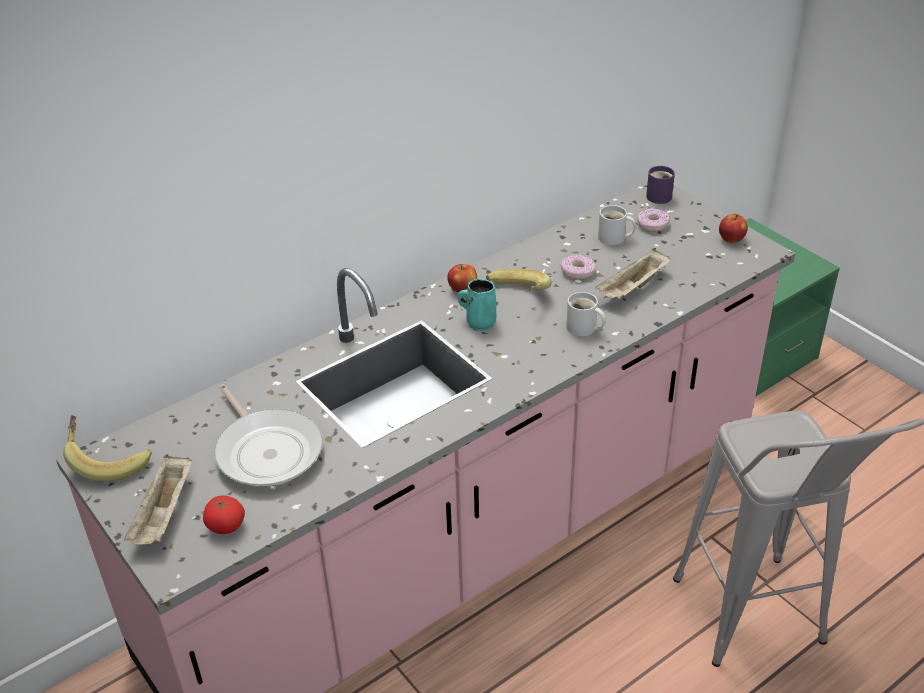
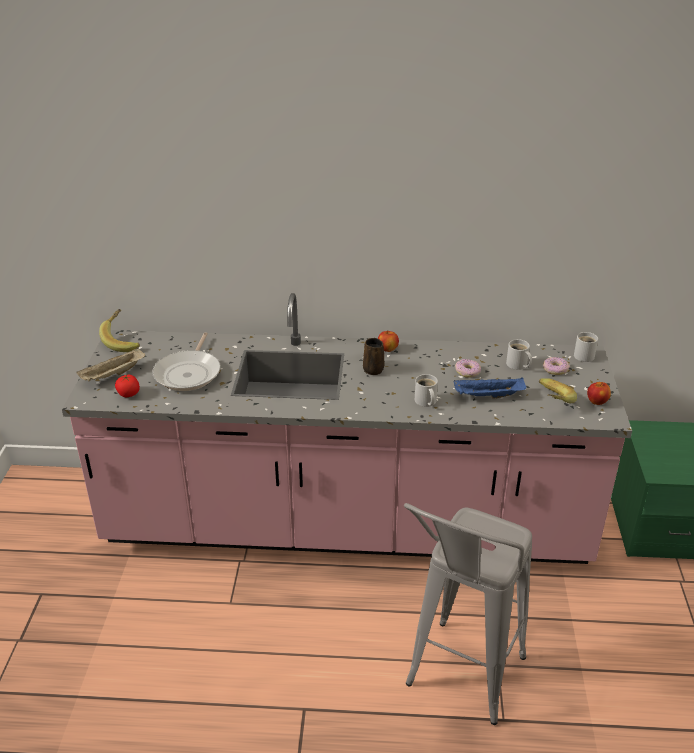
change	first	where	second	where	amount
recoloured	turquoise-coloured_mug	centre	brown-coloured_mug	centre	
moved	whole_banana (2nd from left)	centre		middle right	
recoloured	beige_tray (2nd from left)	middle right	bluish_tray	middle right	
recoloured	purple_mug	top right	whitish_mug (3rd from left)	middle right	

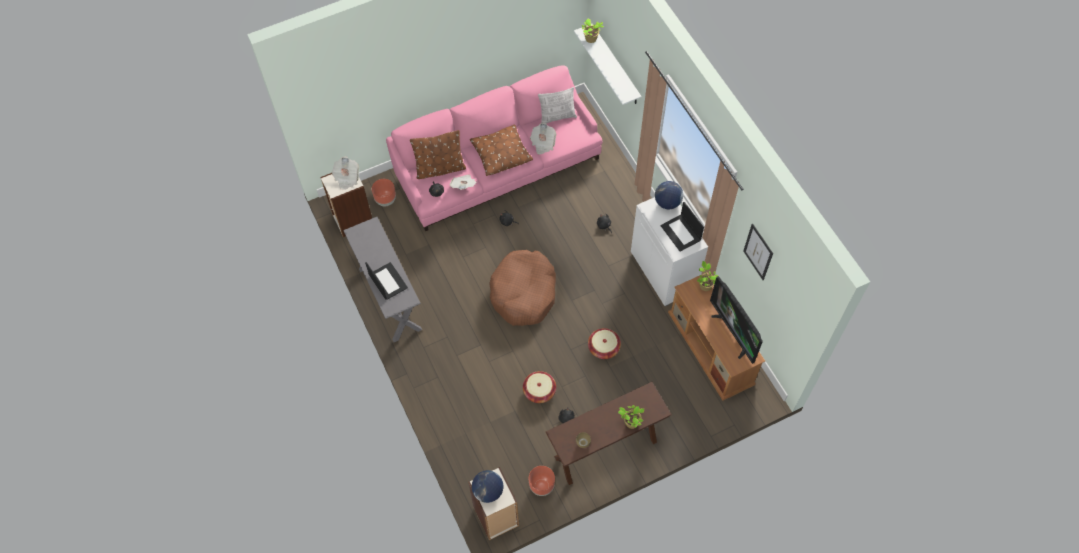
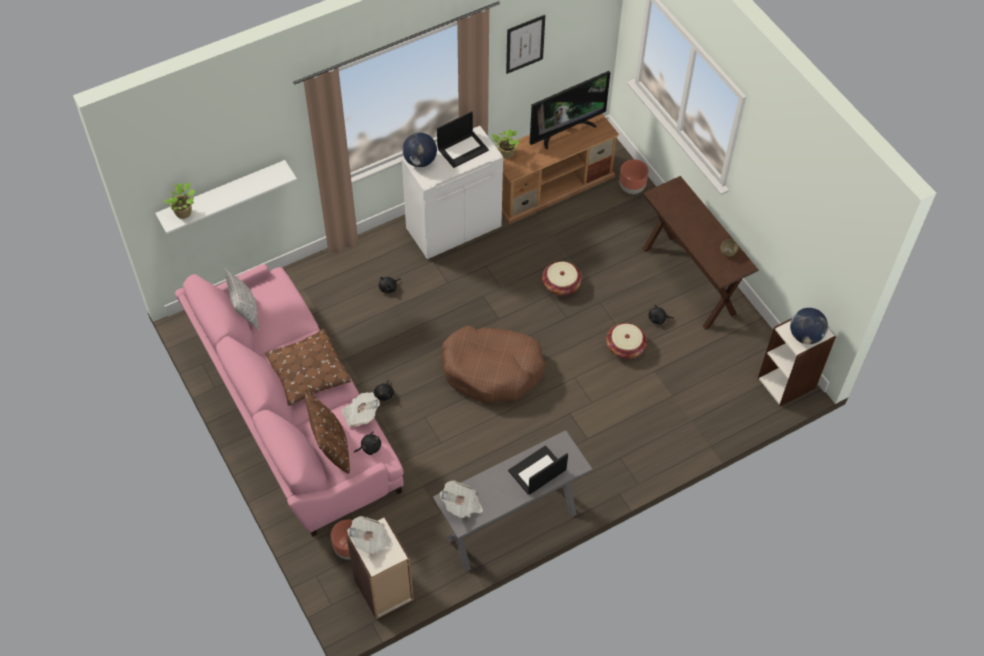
change	first	where	second	where	amount
moved	brown-coloured_plant_pot (2nd from left)	bottom centre		top centre	
moved	printed_paper (3rd from left)	top centre		bottom centre	
removed	plant_in_a_pot (2nd from left)	bottom centre			

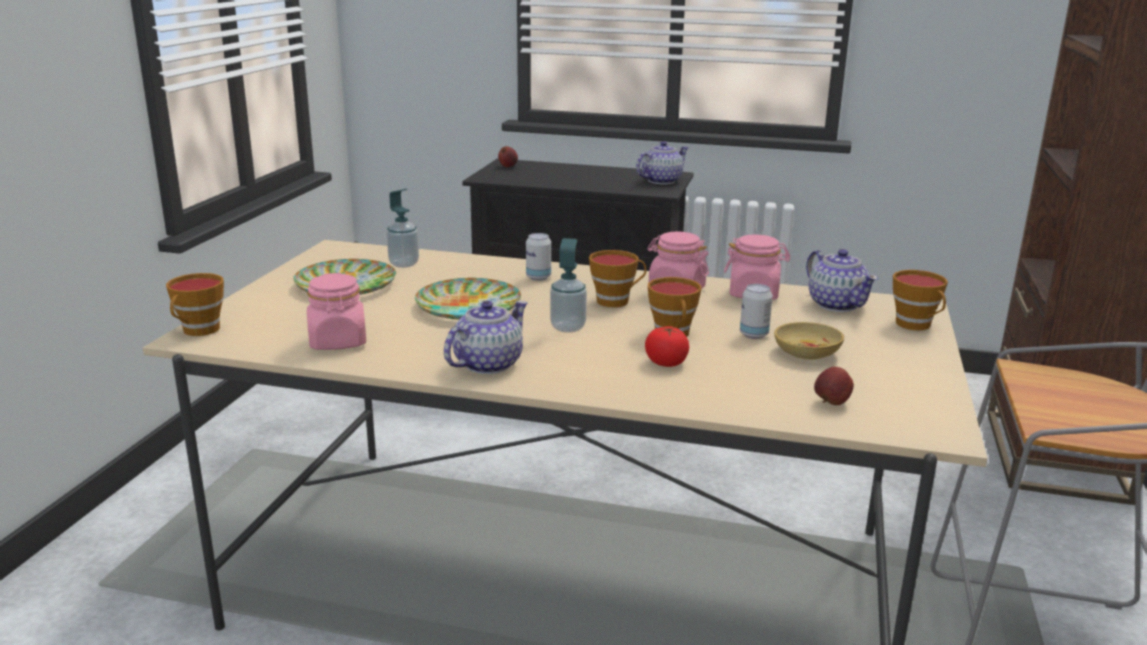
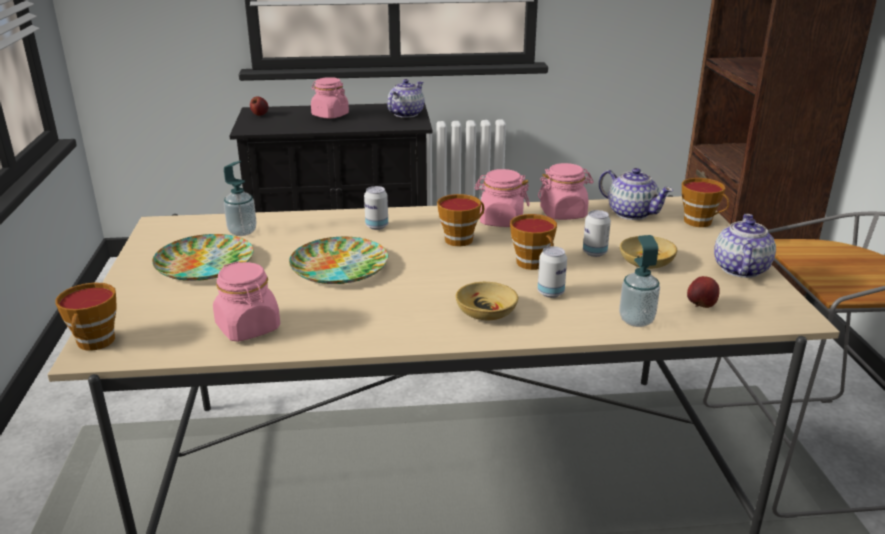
change	first	where	second	where	amount
moved	pot_for_tea (1st from left in the first image)	centre	pot_for_tea (3rd from left)	middle right	
moved	soap_dispenser (2nd from left)	centre		middle right	
replaced	tomato	centre	sealed_can (2nd from left)	centre	
added			pinkish_storage_jar (2nd from left)	top centre	
added			beige_serving_bowl (1st from left)	centre	

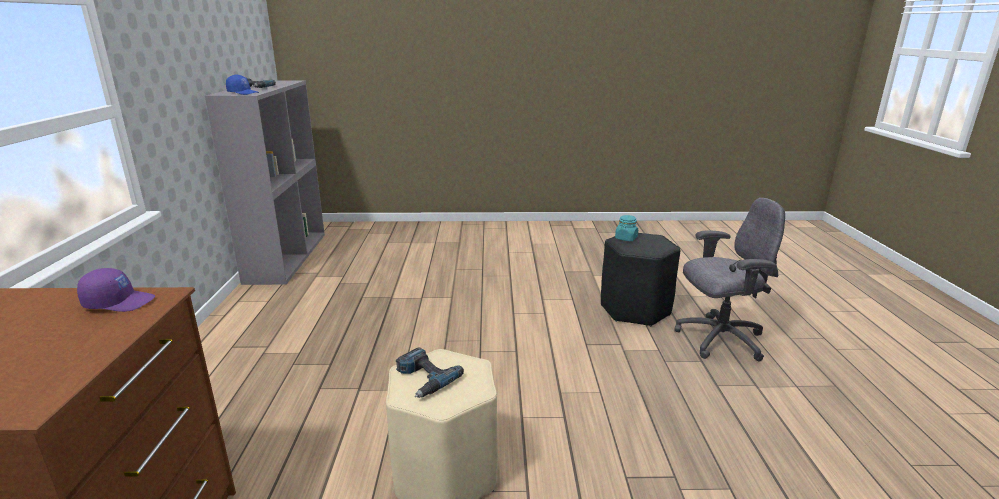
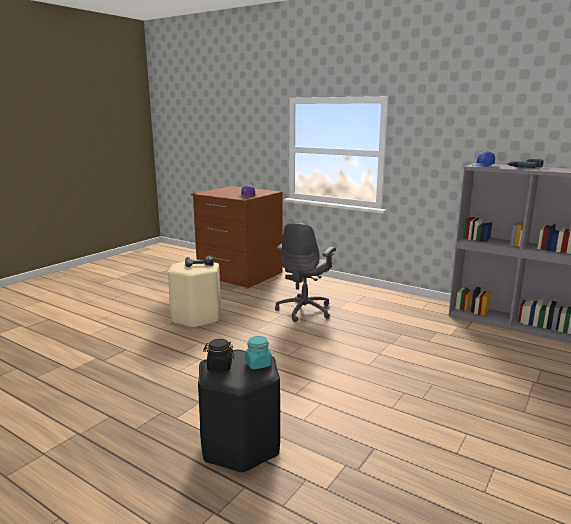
change	first	where	second	where	amount
moved	greyish_office_chair	middle right		centre	
added			black-coloured_storage_jar	bottom centre	

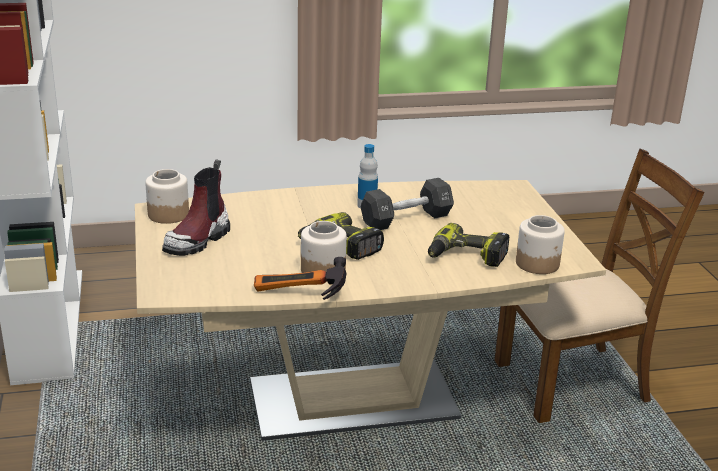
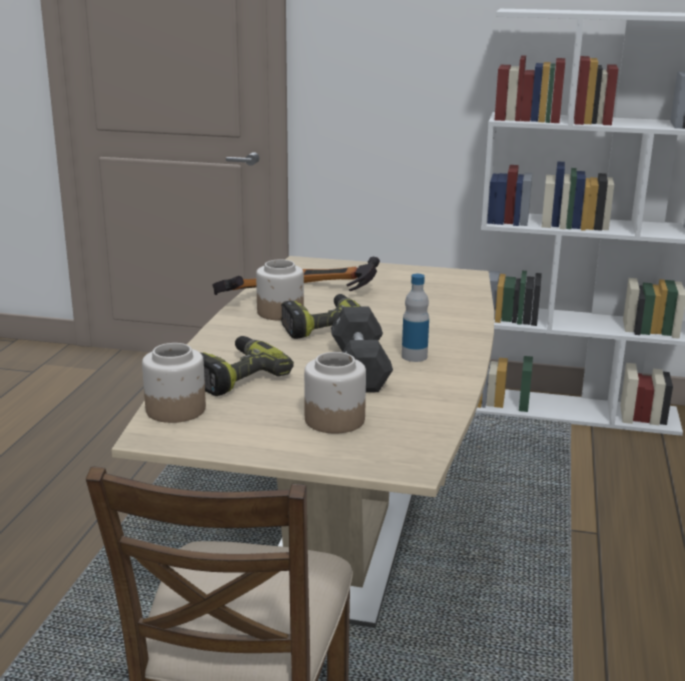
change	first	where	second	where	amount
moved	storage_jar (1st from left in the first image)	middle left	storage_jar (3rd from left)	centre	
removed	tall_boot	middle left			
added			tool_hammer (2nd from left)	centre	

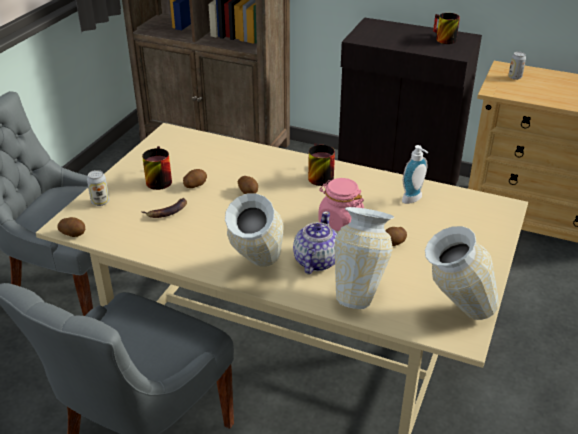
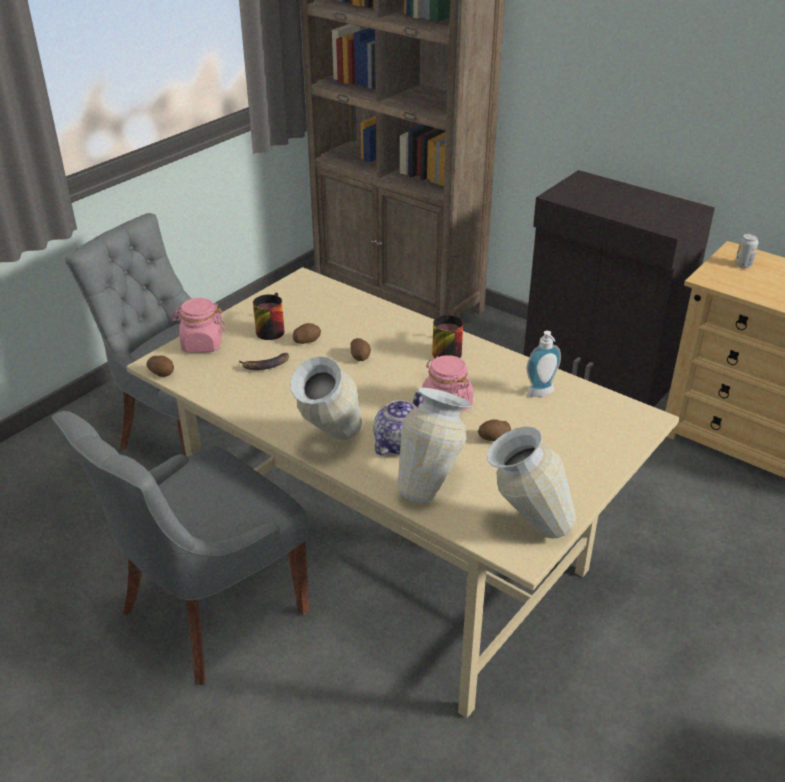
change	first	where	second	where	amount
replaced	sealed_can (1st from left)	middle left	pinkish_storage_jar (1st from left)	middle left	
removed	mug (3rd from left)	top right			

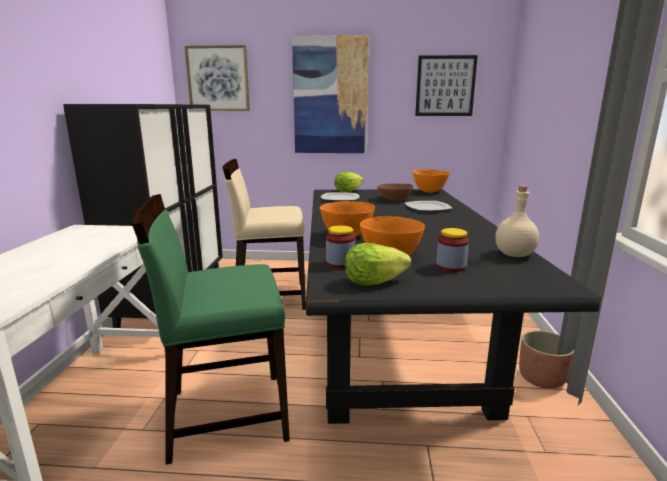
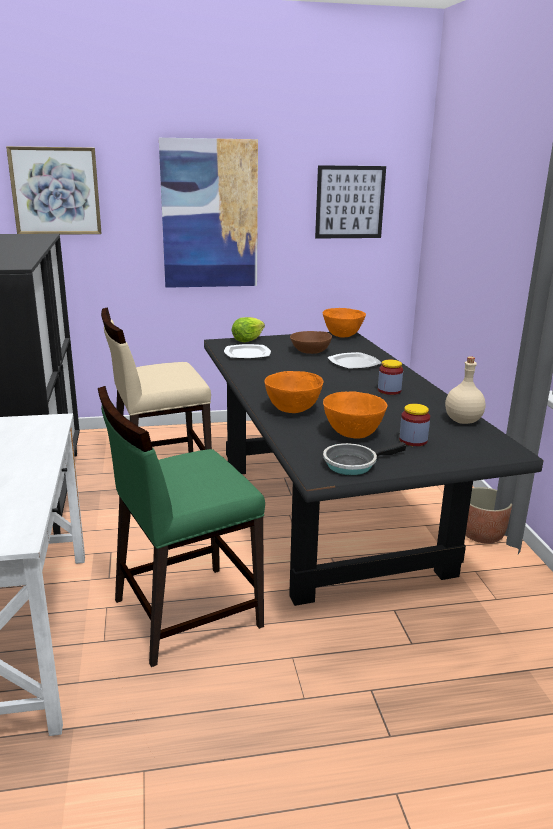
change	first	where	second	where	amount
moved	storage_jar (1st from left)	centre		middle right	
replaced	lettuce (2nd from left)	centre	pan	centre	

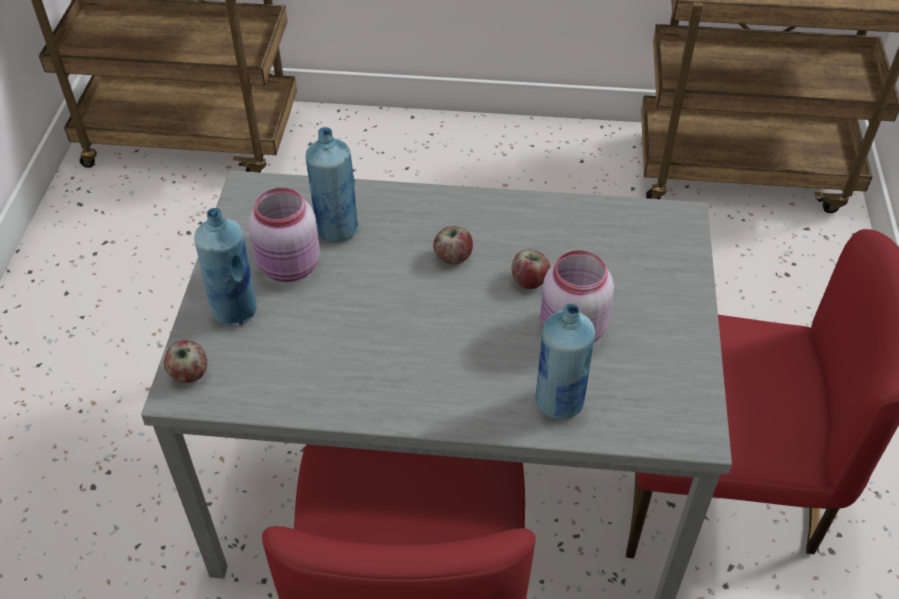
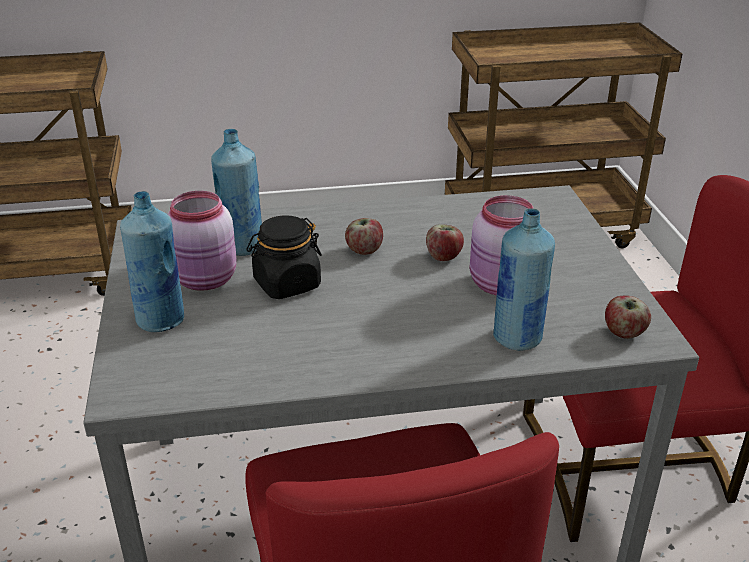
change	first	where	second	where	amount
moved	apple (1st from left in the first image)	middle left	apple (3rd from left)	middle right	
added			black-coloured_storage_jar	centre	

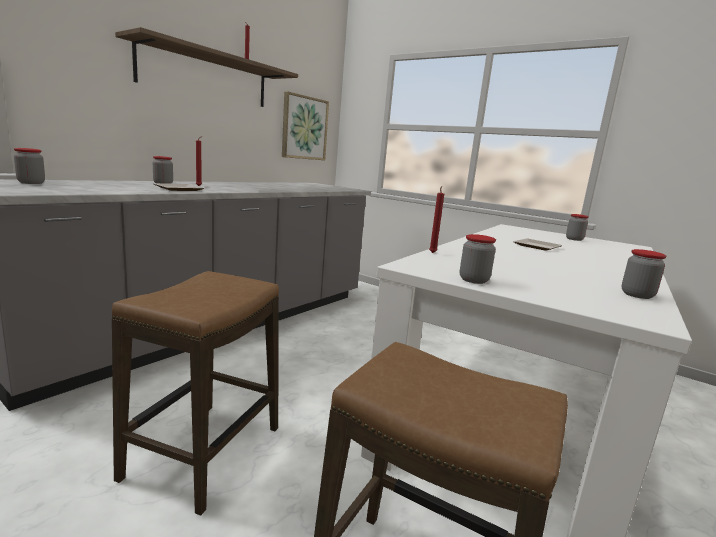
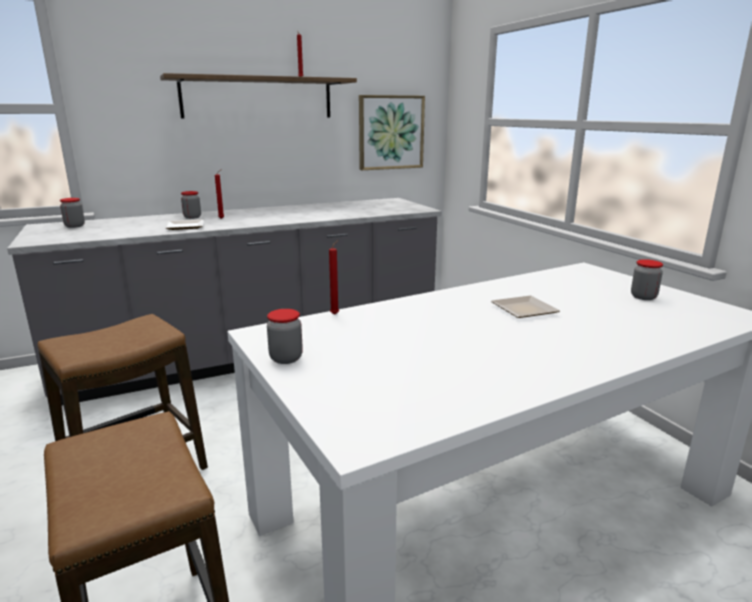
change	first	where	second	where	amount
removed	storage_jar (5th from left)	middle right			

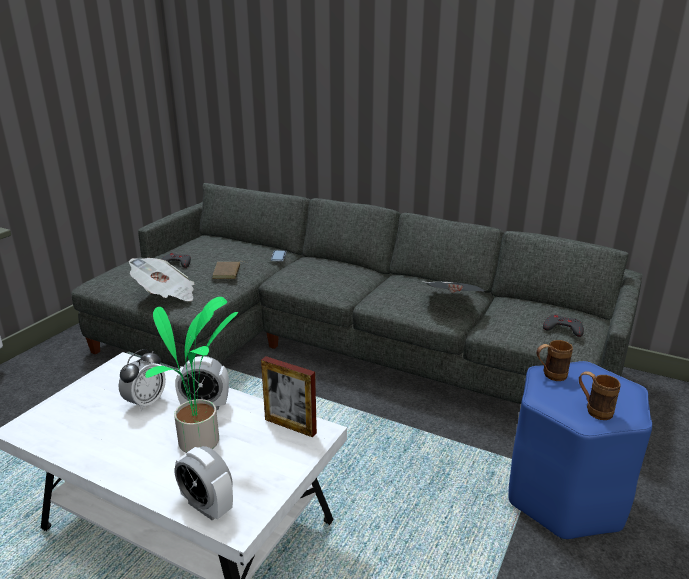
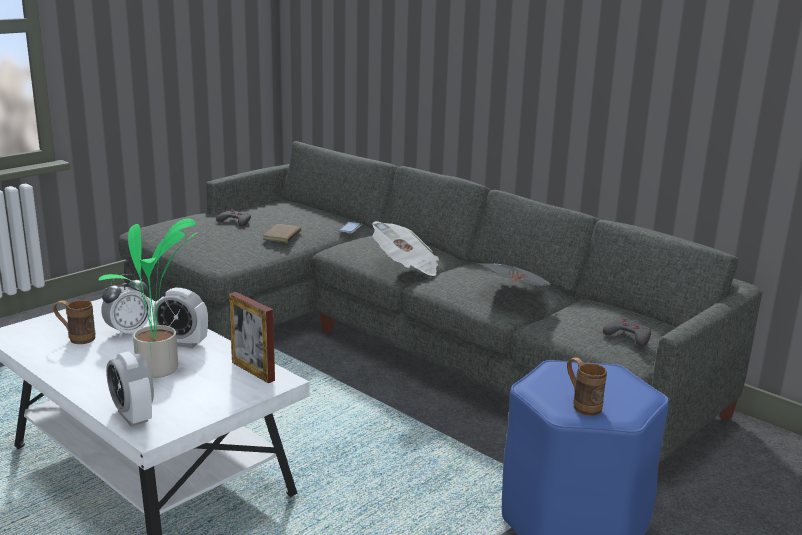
change	first	where	second	where	amount
moved	printed_paper (1st from left)	middle left		centre	
moved	brown-coloured_mug (1st from left)	middle right		middle left	

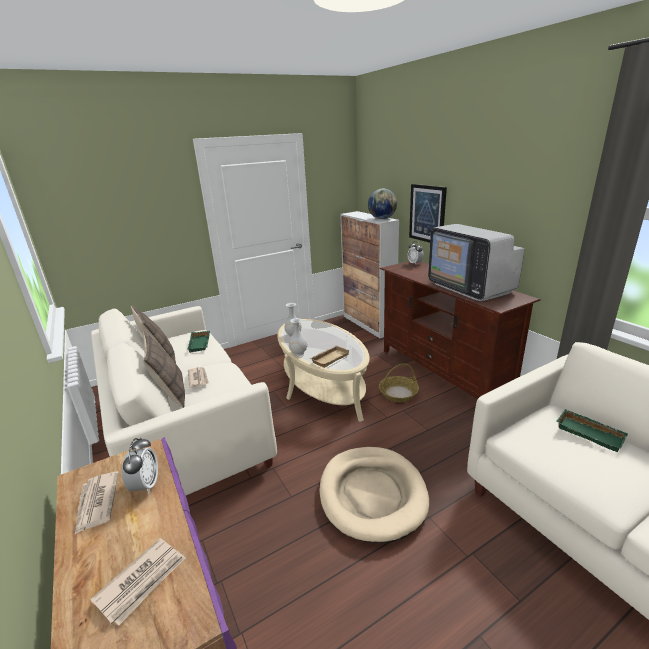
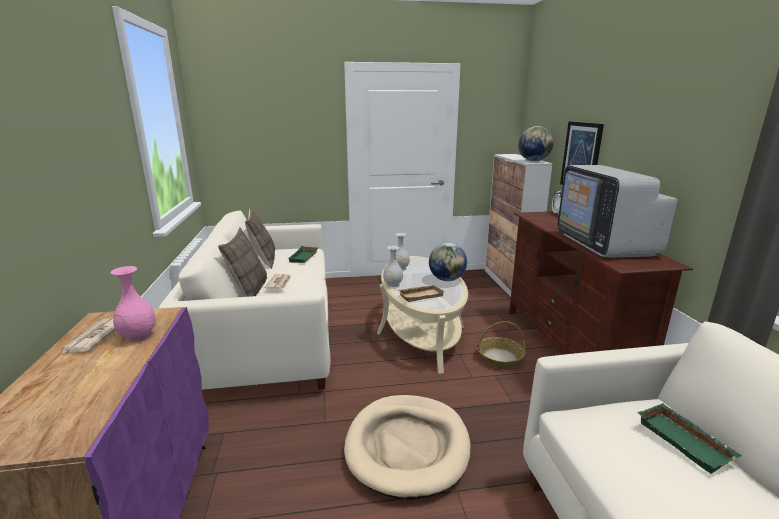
change	first	where	second	where	amount
removed	printed_paper (2nd from left)	bottom left			
replaced	table_clock (1st from left)	bottom left	pinkish_flower_vase	middle left	
added			desk_globe (1st from left)	centre	

